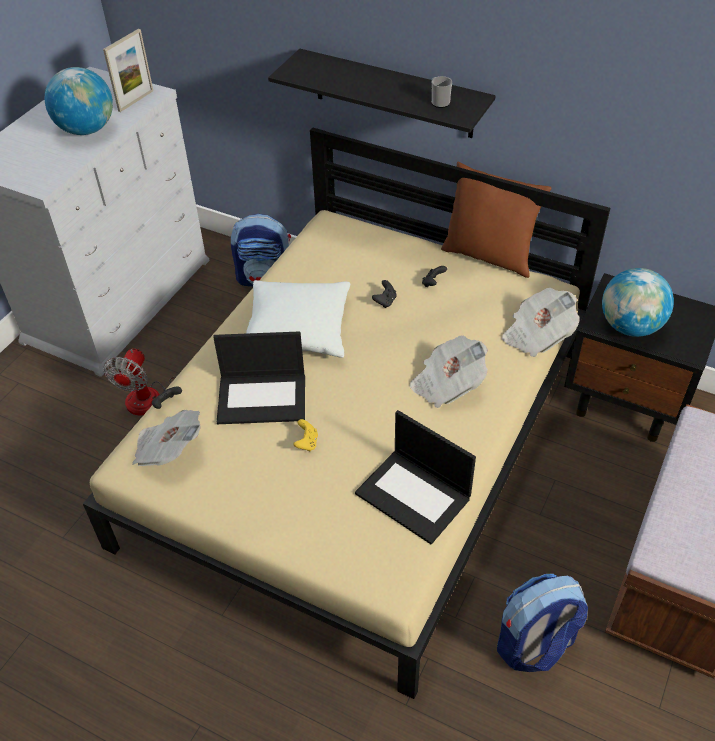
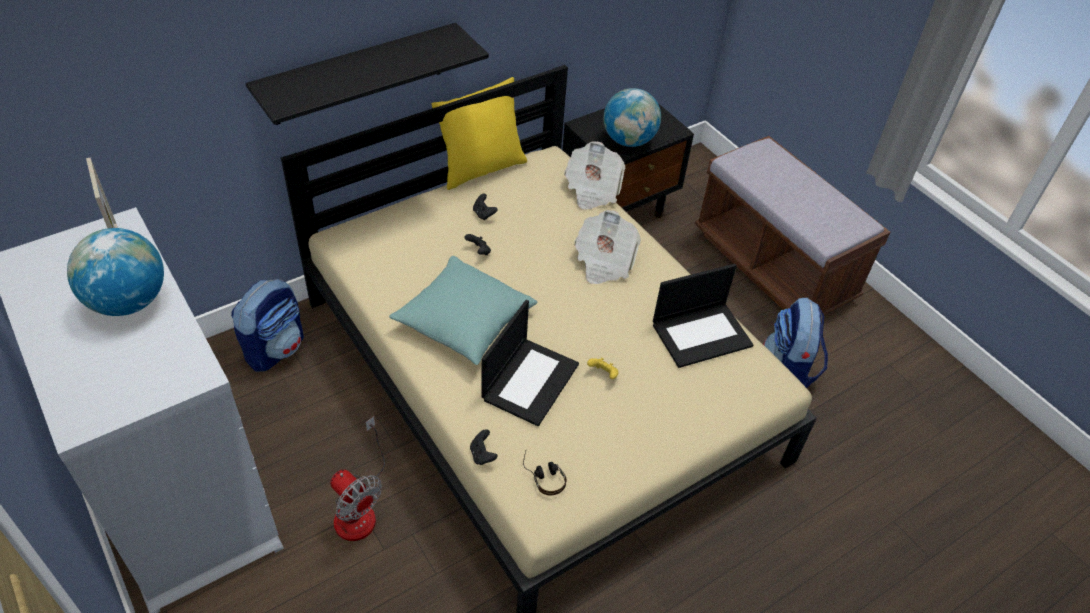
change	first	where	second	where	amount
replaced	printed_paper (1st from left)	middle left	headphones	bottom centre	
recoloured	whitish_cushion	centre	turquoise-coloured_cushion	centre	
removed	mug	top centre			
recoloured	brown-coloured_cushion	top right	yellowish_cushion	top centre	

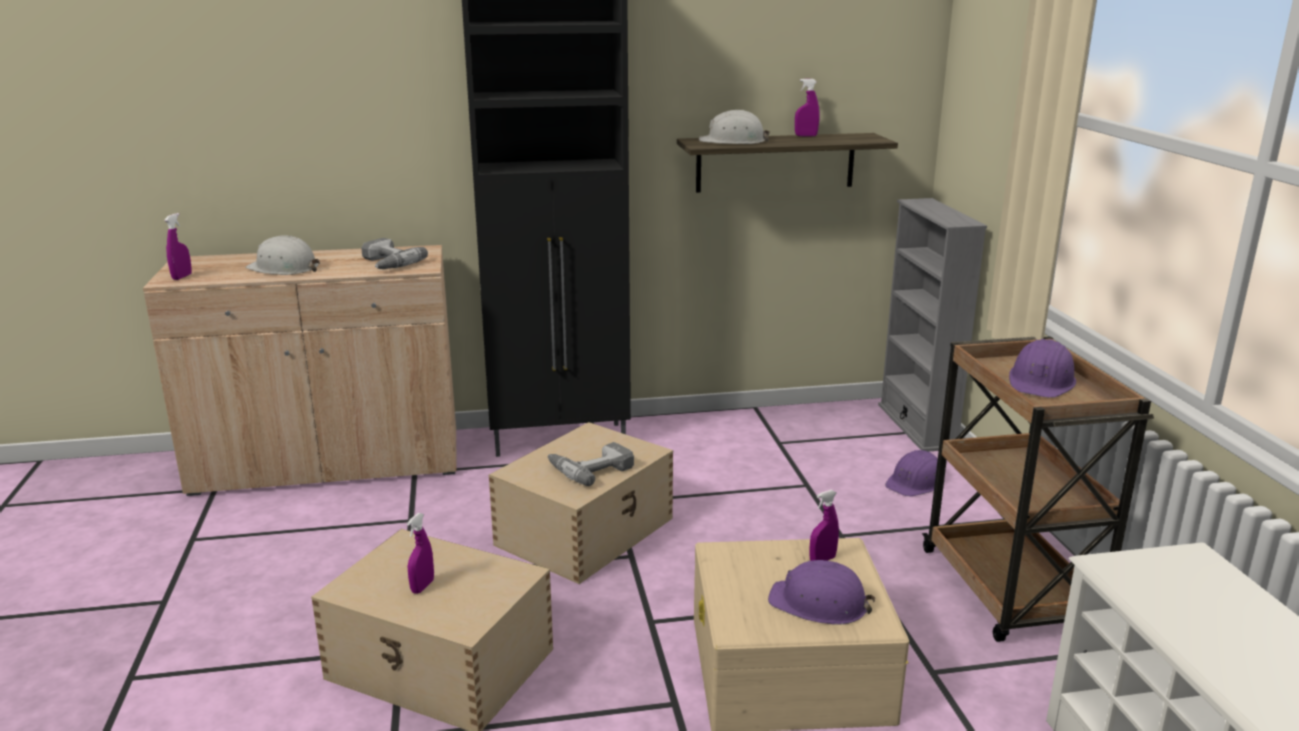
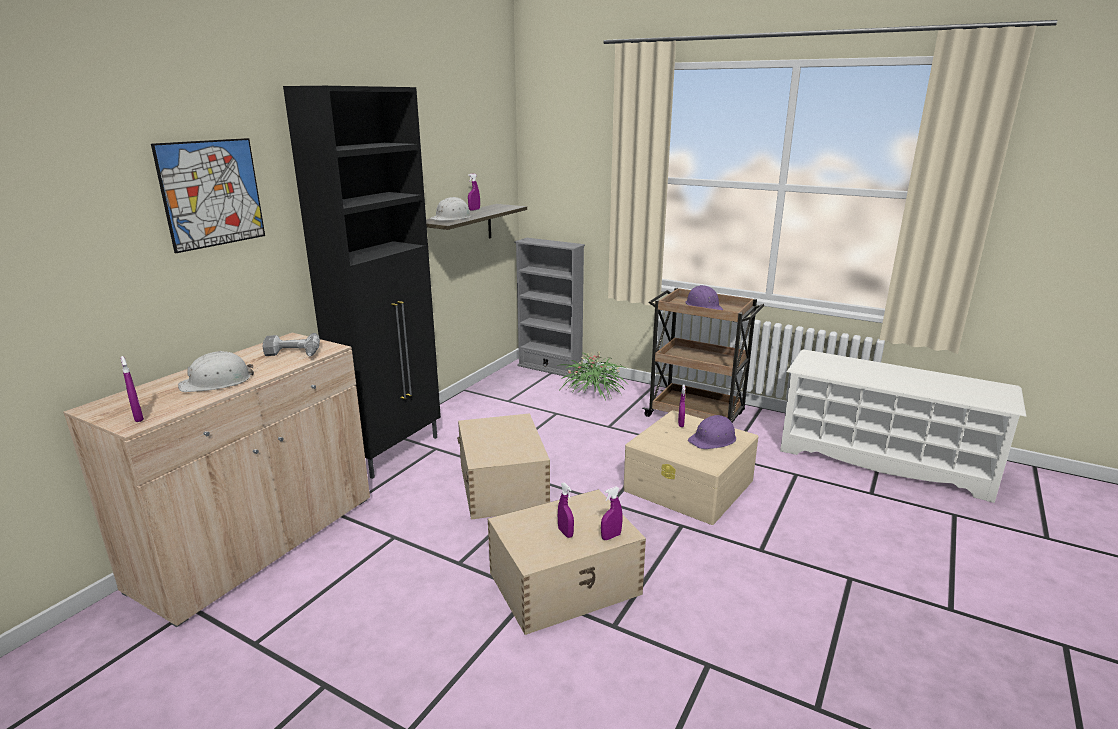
change	first	where	second	where	amount
removed	drill (2nd from left)	centre			
replaced	purple_work_helmet (2nd from left)	middle right	plant_in_a_pot	centre	
added			picture	top left	
added			purple_hand_sprayer (4th from left)	bottom centre	

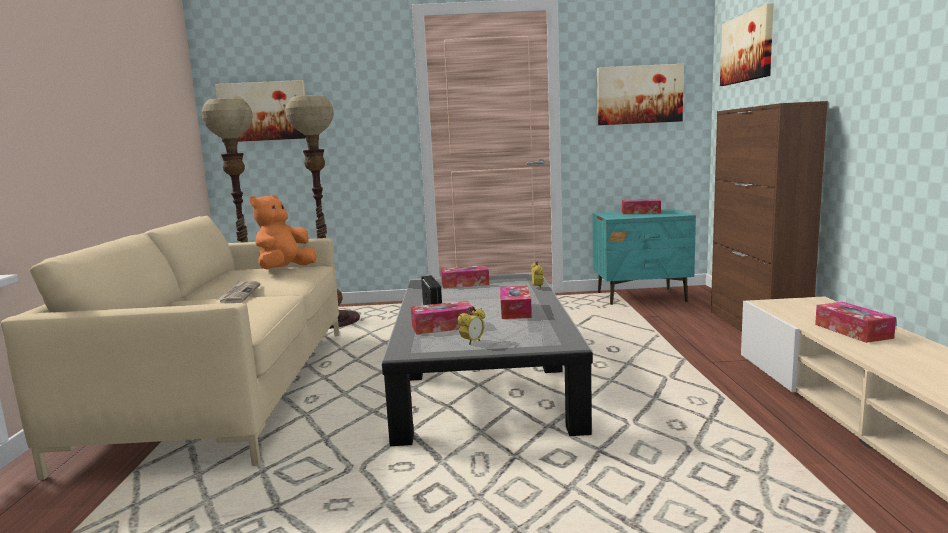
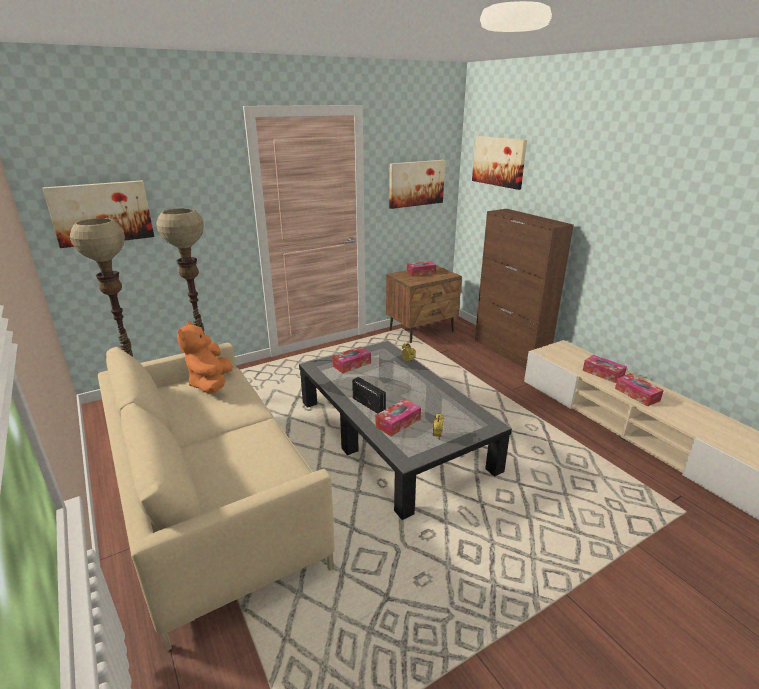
change	first	where	second	where	amount
removed	printed_paper	middle left			
moved	tissue_box (3rd from left in the first image)	centre	tissue_box (5th from left)	middle right	
recoloured	turquoise-coloured_nightstand	middle right	brown-coloured_nightstand	centre	

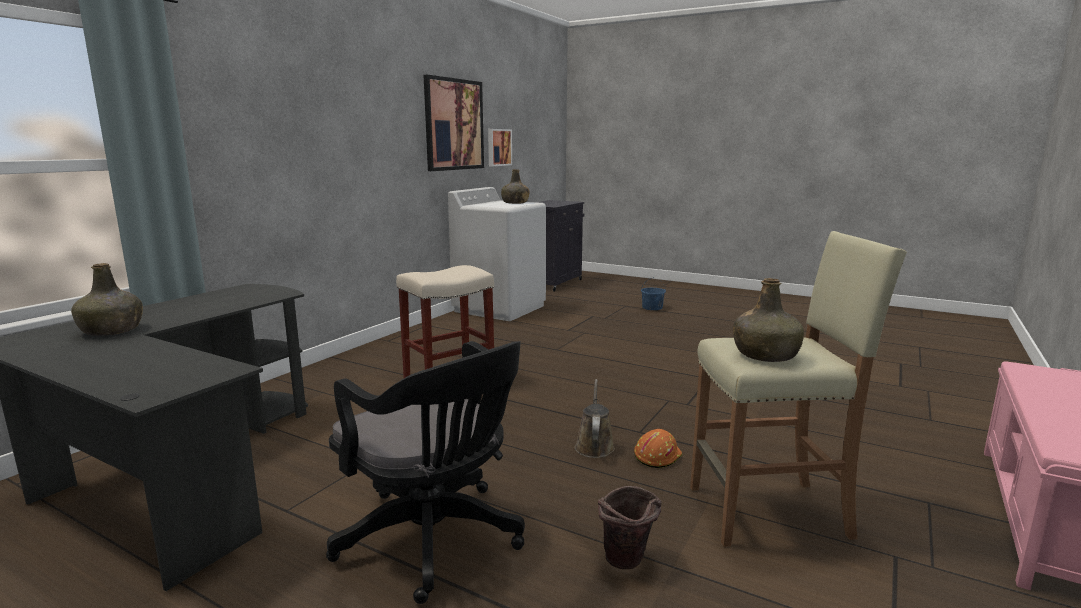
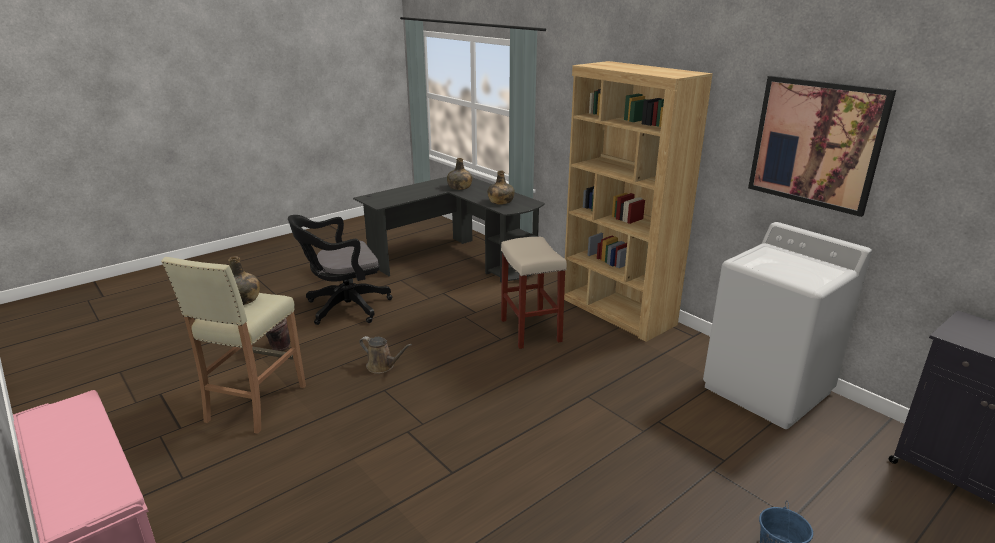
change	first	where	second	where	amount
removed	picture (2nd from left)	top centre			
moved	green-coloured_bottle (2nd from left in the first image)	top centre	green-coloured_bottle (3rd from left)	centre	
removed	orange-coloured_work_helmet	bottom centre			
added			brown-coloured_shelving_unit	centre	

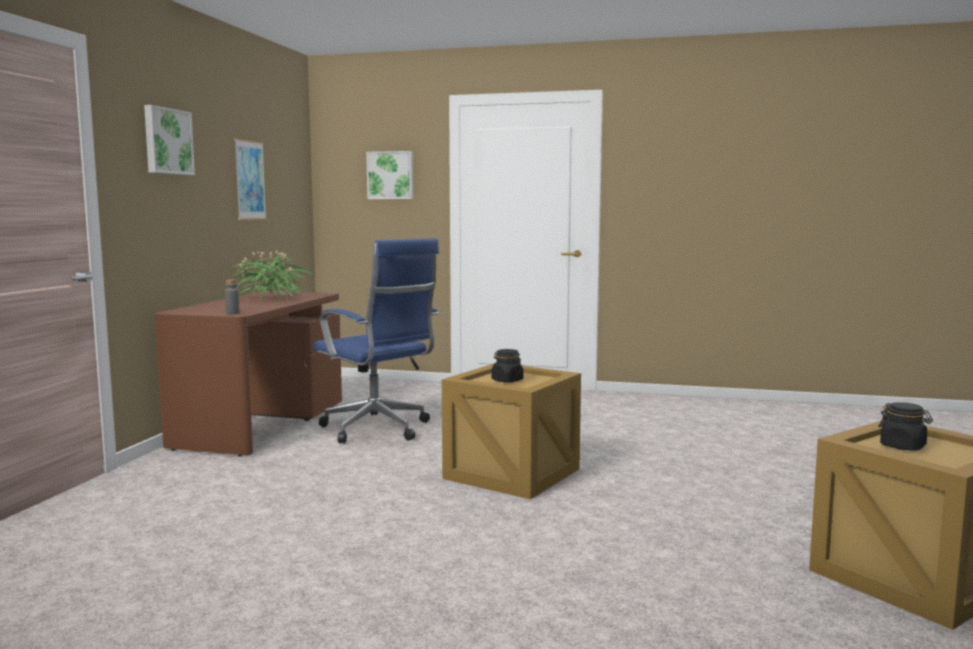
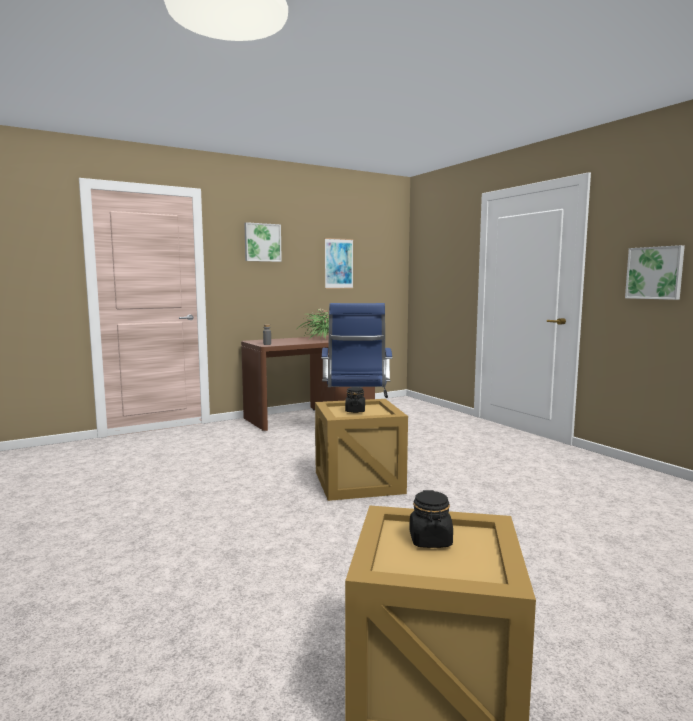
change	first	where	second	where	amount
moved	picture (3rd from left)	top centre		middle right	

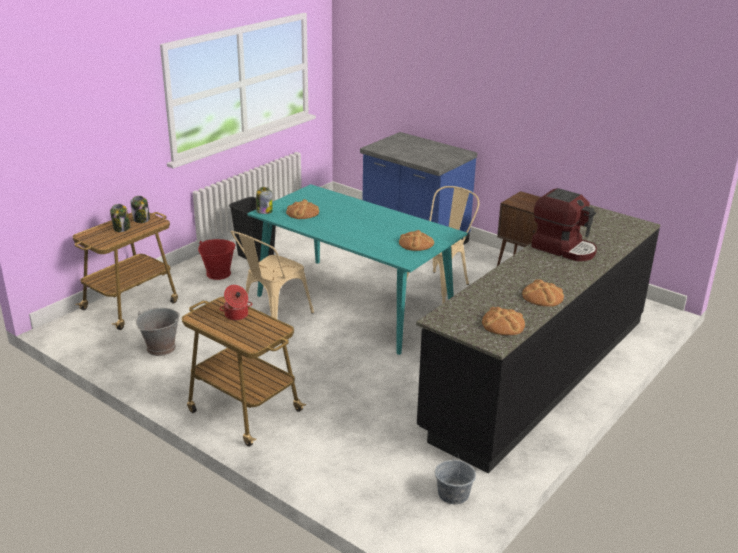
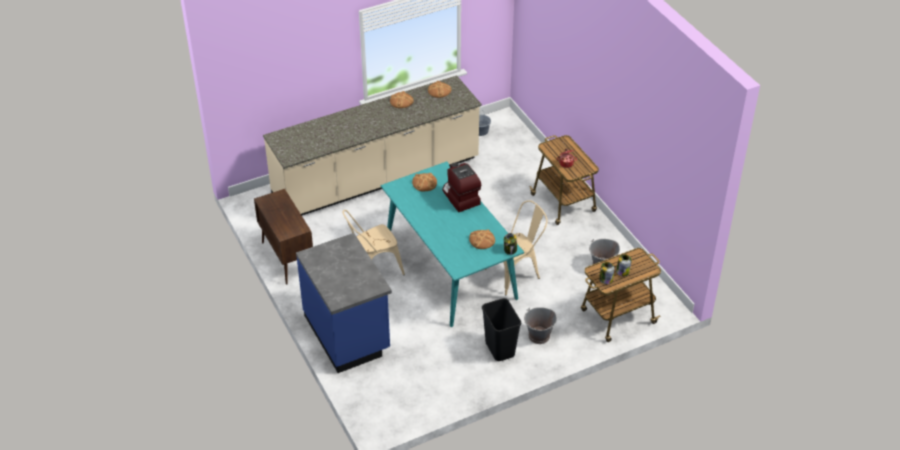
change	first	where	second	where	amount
recoloured	red-coloured_water_bucket	middle left	greyish_water_bucket (2nd from left)	bottom centre	
recoloured	black-coloured_kitchen_base_unit	middle right	beige_kitchen_base_unit	top centre	
moved	coffee_maker	middle right		centre	

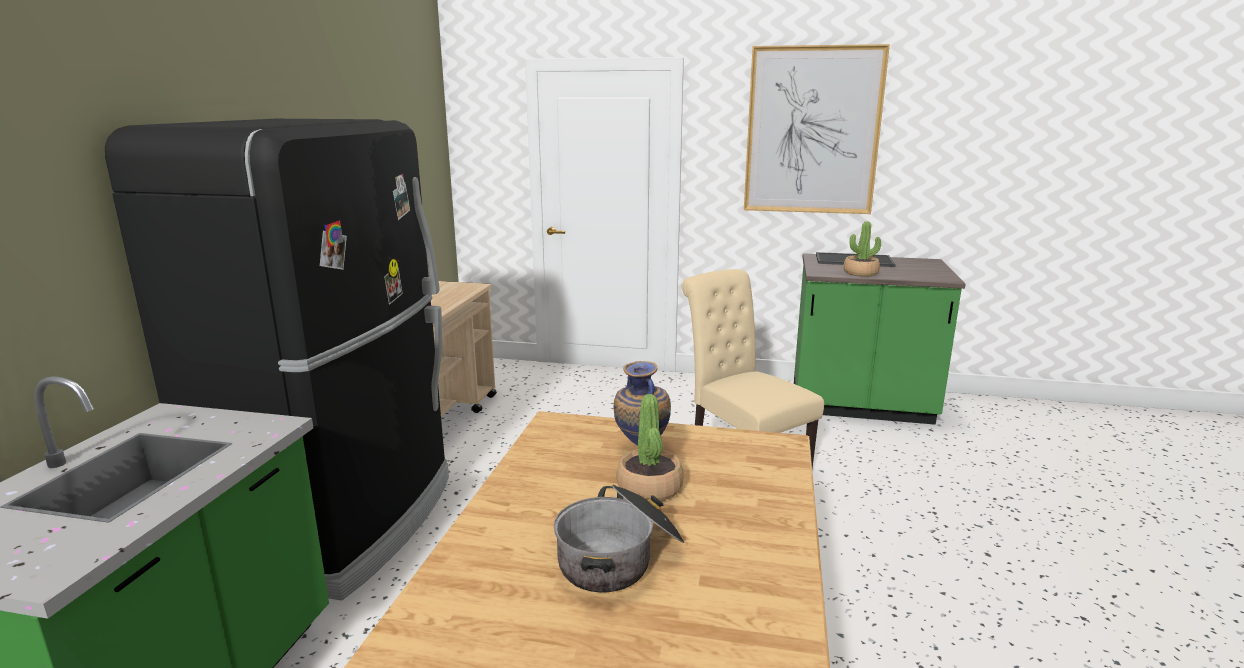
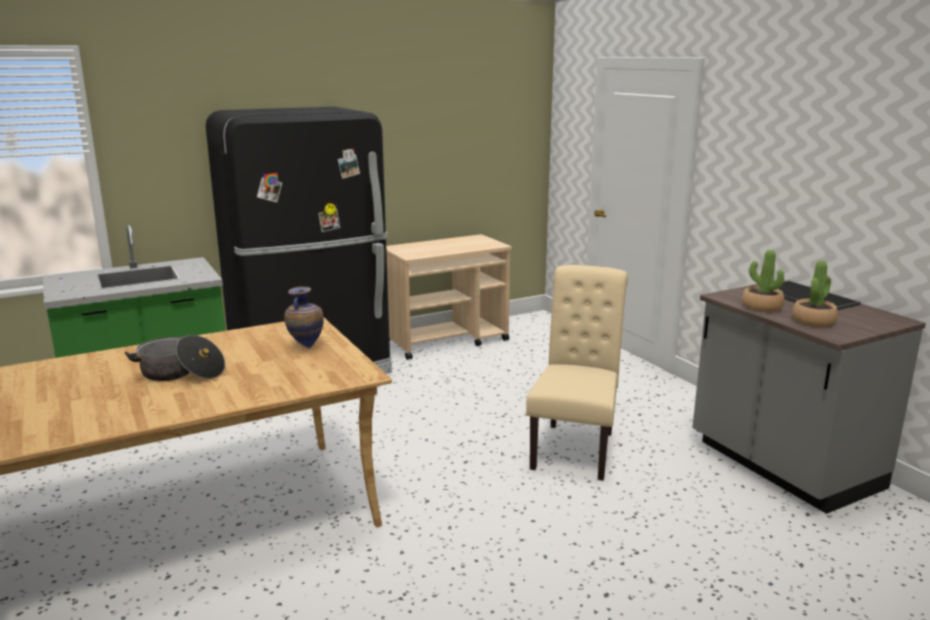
change	first	where	second	where	amount
moved	plant_in_a_pot (1st from left in the first image)	bottom centre	plant_in_a_pot (2nd from left)	middle right	
removed	picture	top centre			
recoloured	green-coloured_kitchen_base_unit (2nd from left)	middle right	greyish_kitchen_base_unit	middle right	

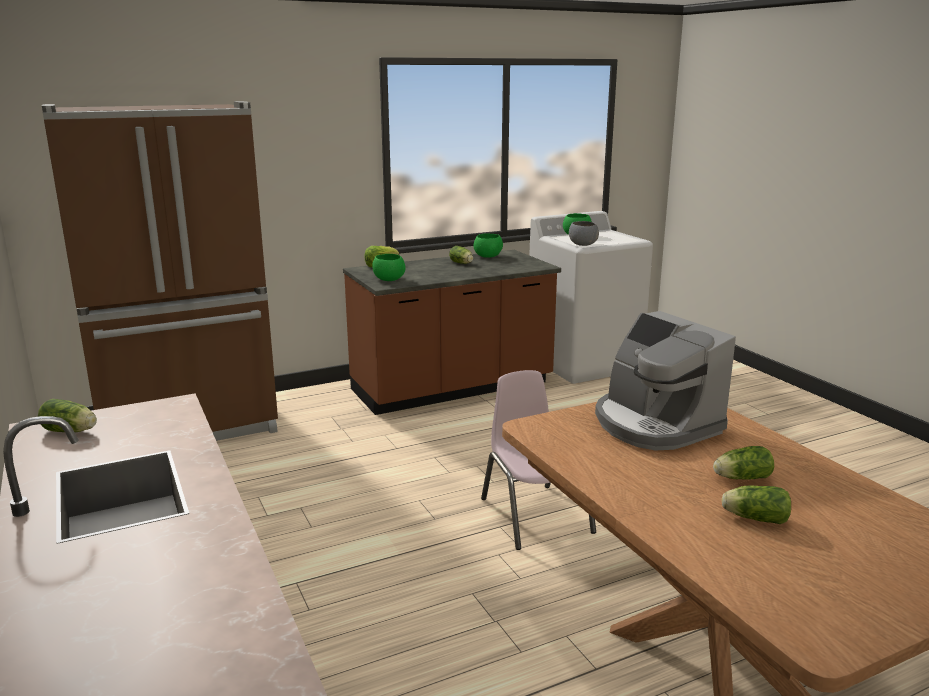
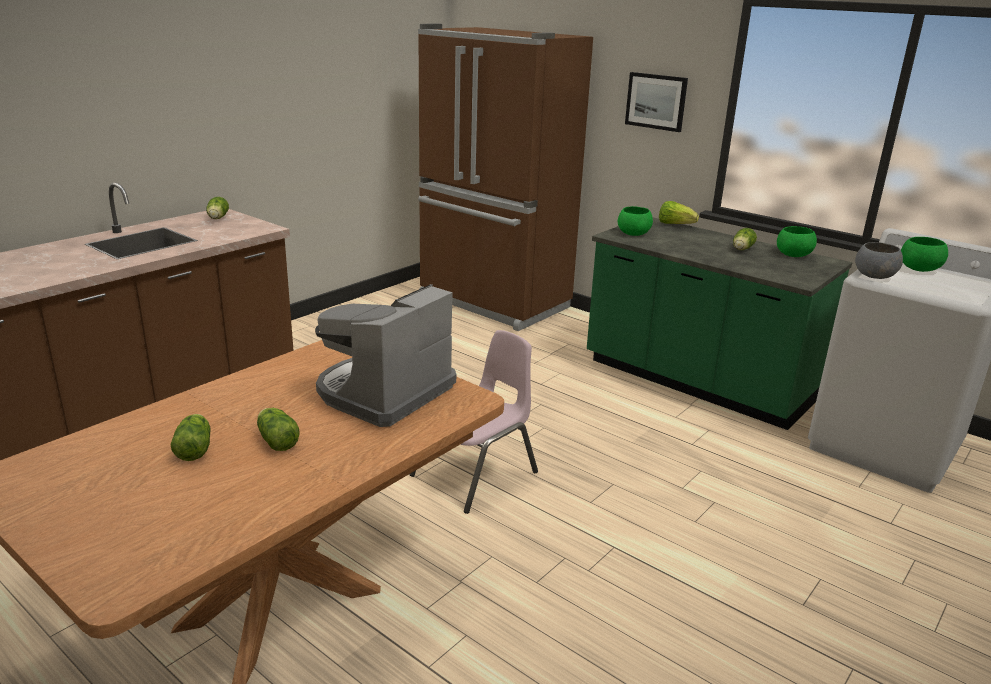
change	first	where	second	where	amount
recoloured	brown-coloured_kitchen_base_unit (2nd from left)	centre	green-coloured_kitchen_base_unit	middle right	
added			picture	top centre	

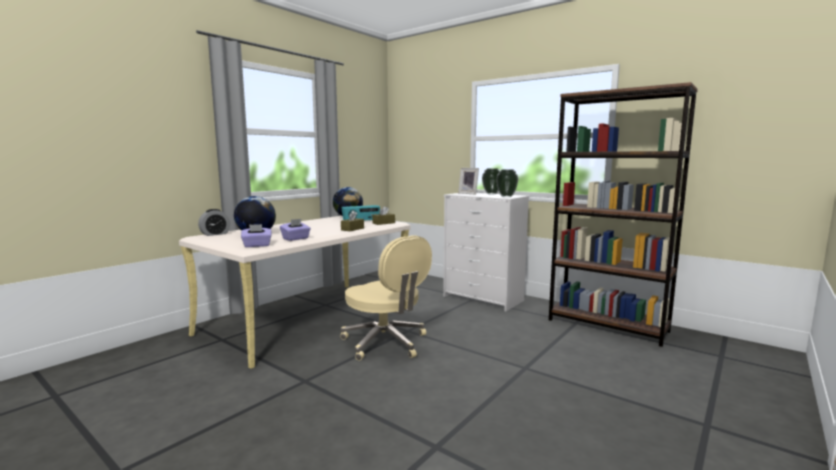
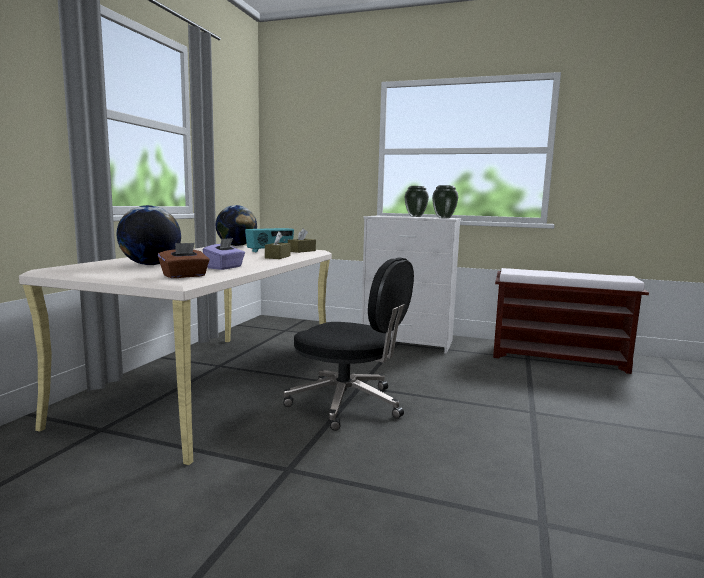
change	first	where	second	where	amount
removed	table_clock	middle left			
recoloured	purple_tissue_box (1st from left)	middle left	brown-coloured_tissue_box (1st from left)	middle left	
recoloured	beige_office_chair	centre	black-coloured_office_chair	centre	
removed	standing_frame	centre			
replaced	brown-coloured_shelving_unit	middle right	brown-coloured_long_seat	middle right	

